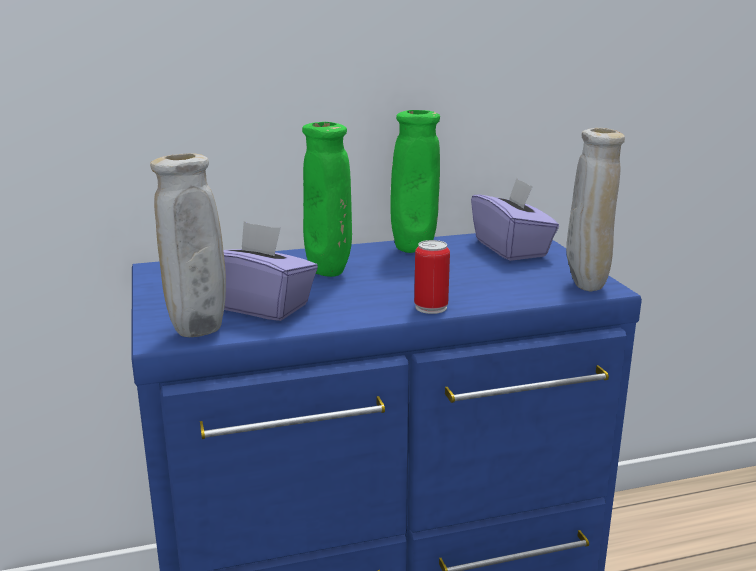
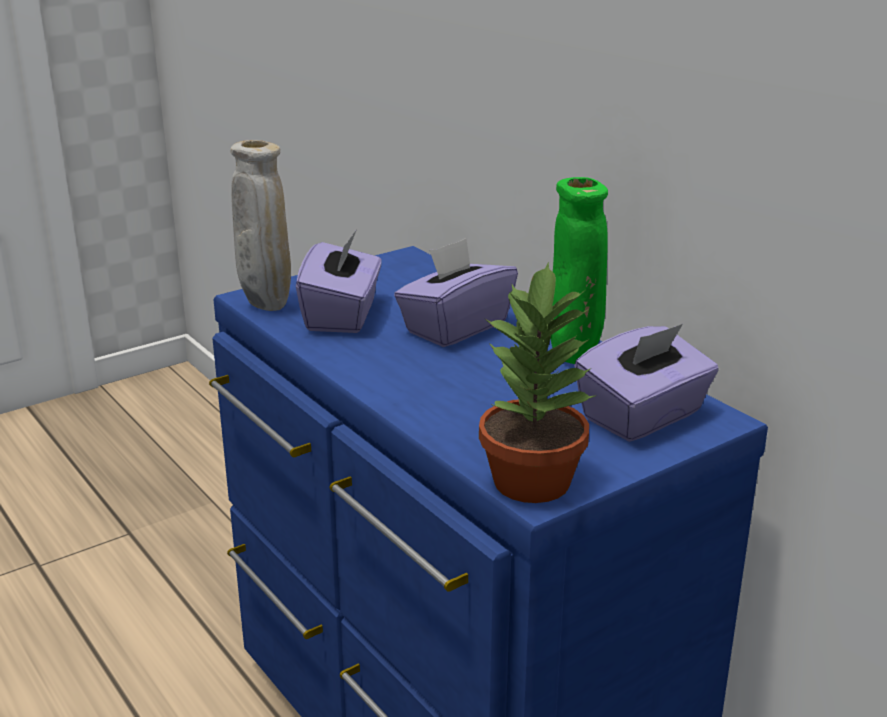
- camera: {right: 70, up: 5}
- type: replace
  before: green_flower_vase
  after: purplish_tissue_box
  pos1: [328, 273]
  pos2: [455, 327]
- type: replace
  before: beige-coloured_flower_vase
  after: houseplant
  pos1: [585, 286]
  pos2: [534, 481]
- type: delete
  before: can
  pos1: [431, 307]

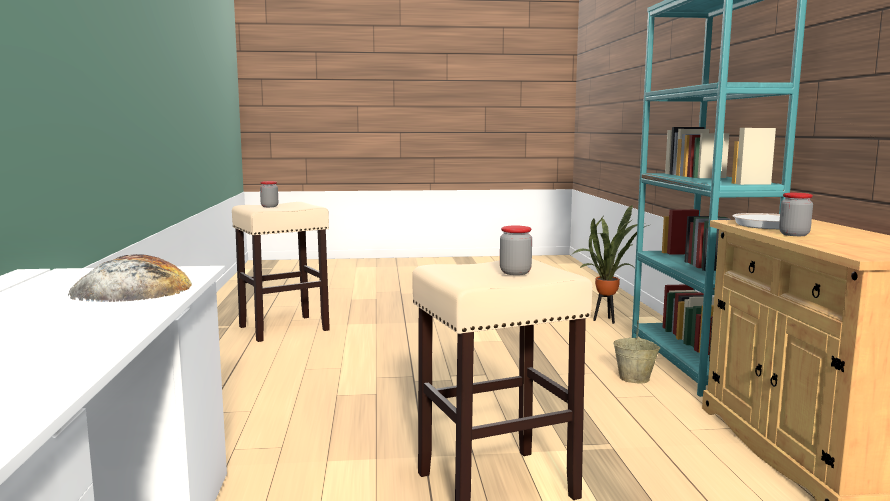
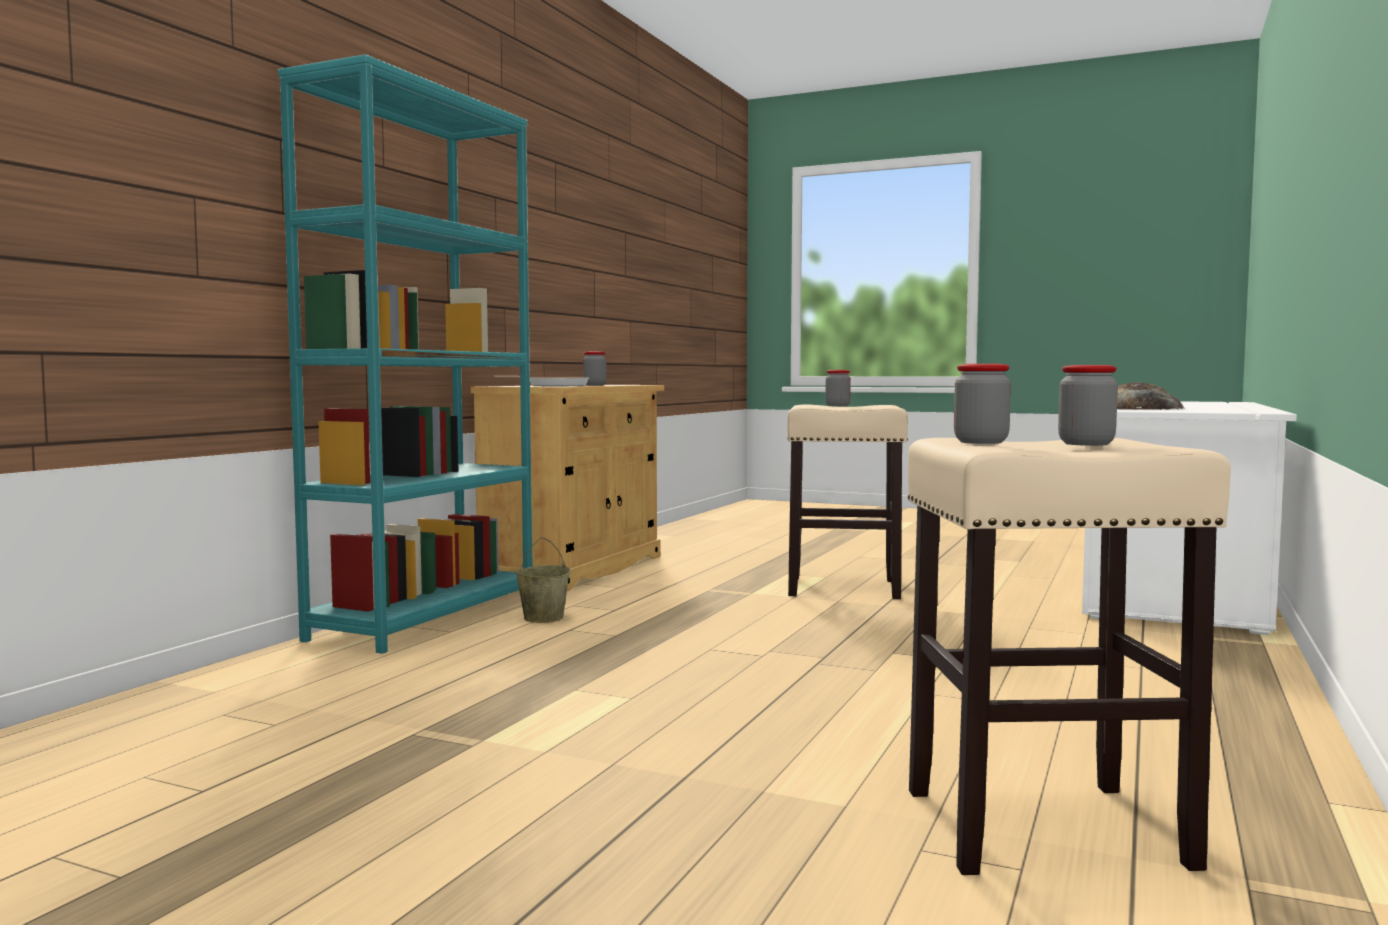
- camera: {right: -150, up: -5}
- type: insert
  after: storage_jar
  pos2: [981, 442]
- type: delete
  before: houseplant
  pos1: [606, 320]

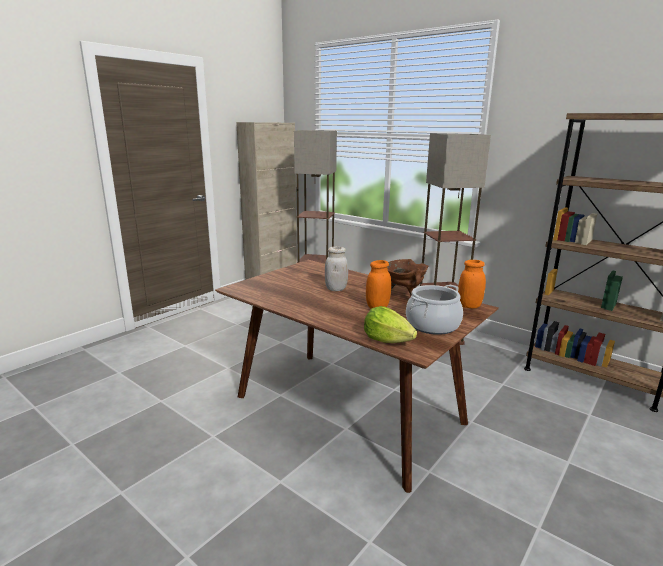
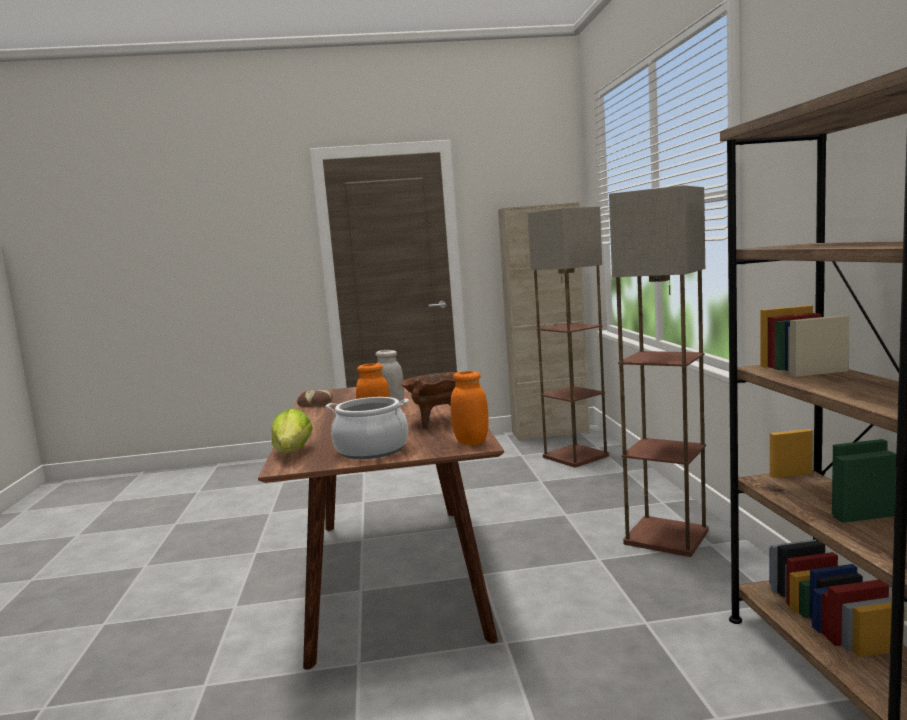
- camera: {right: 45, up: -10}
- type: insert
  after: baked_bread
  pos2: [316, 403]

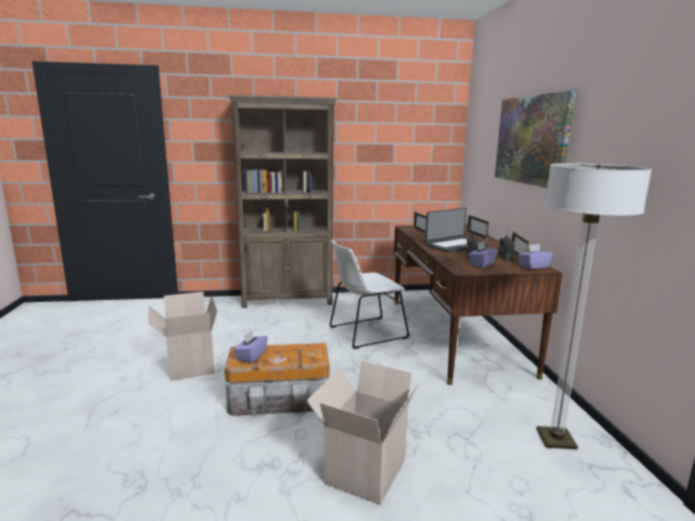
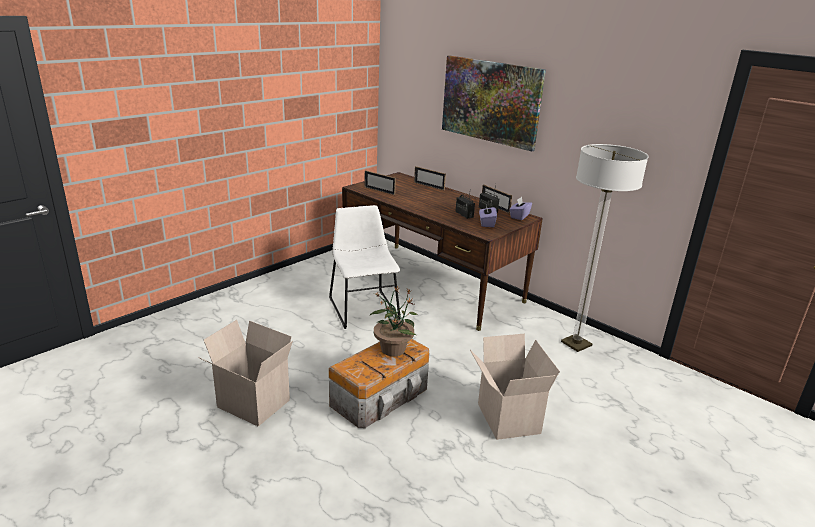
- camera: {right: -40, up: 10}
- type: rotate
  before: white_plain_chair
  pos1: [365, 333]
  pos2: [363, 307]
  turn: 135
- type: insert
  after: houseplant
  pos2: [393, 349]
- type: delete
  before: brownish_bookshelf
  pos1: [288, 300]
- type: delete
  before: purplish_tissue_box
  pos1: [251, 356]
- type: delete
  before: portable_computer
  pos1: [455, 245]

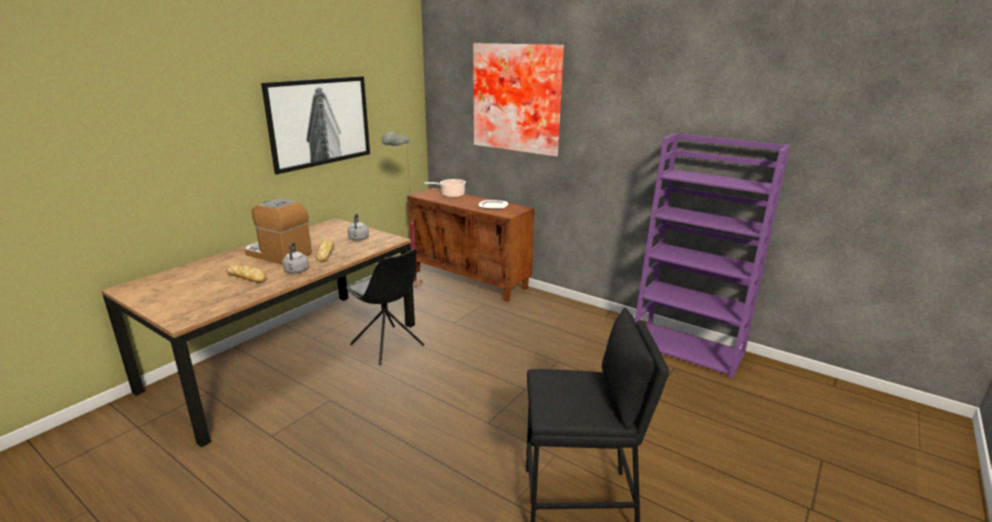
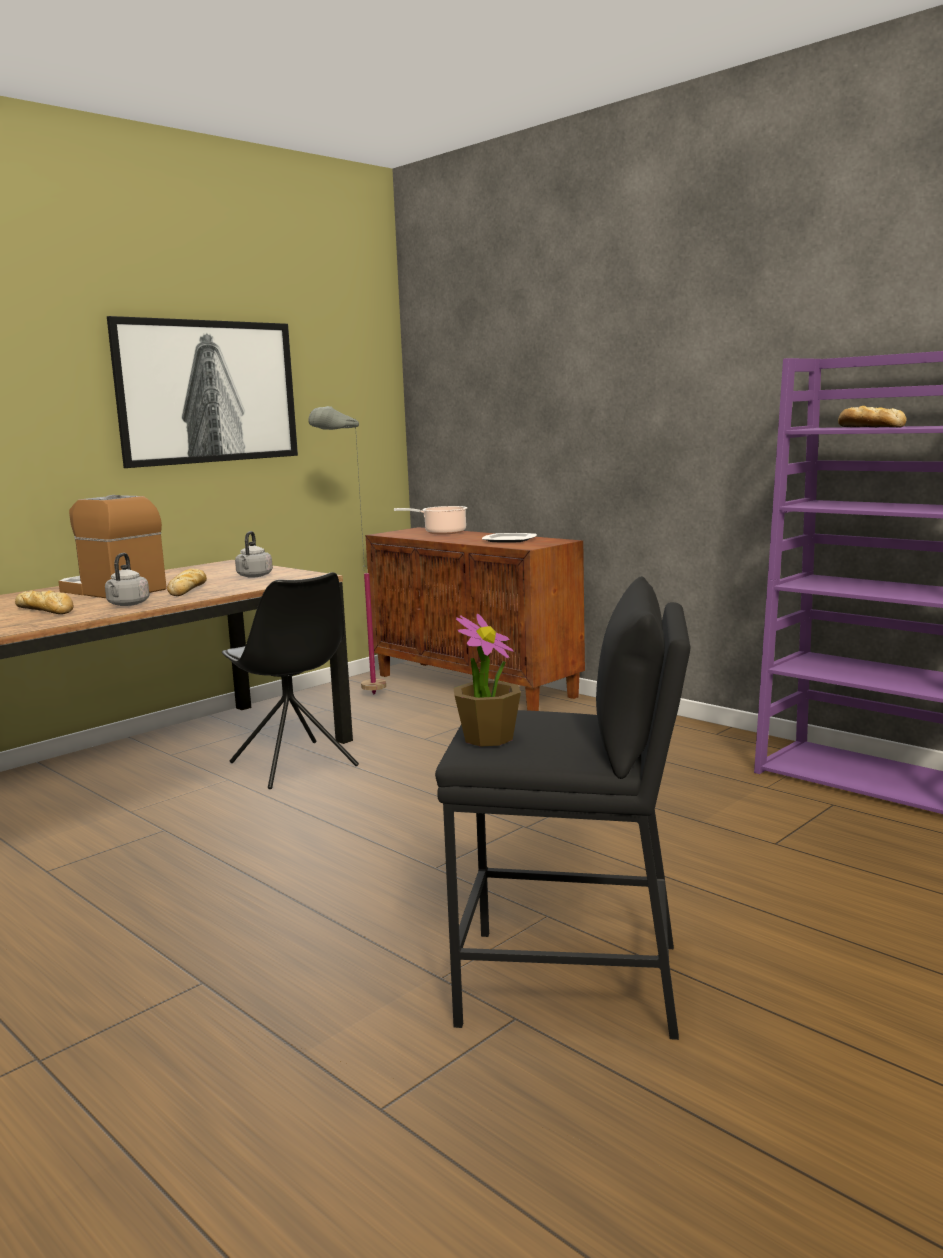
- camera: {right: 10, up: -10}
- type: insert
  after: houseplant
  pos2: [488, 738]
- type: insert
  after: baked_bread
  pos2: [869, 427]
- type: delete
  before: wall_picture
  pos1: [518, 98]

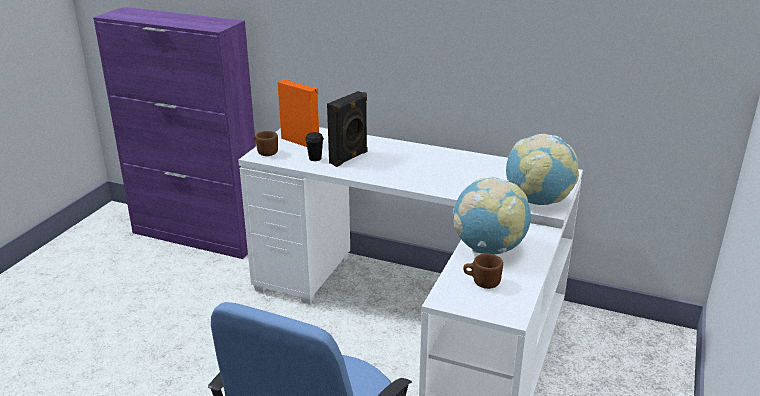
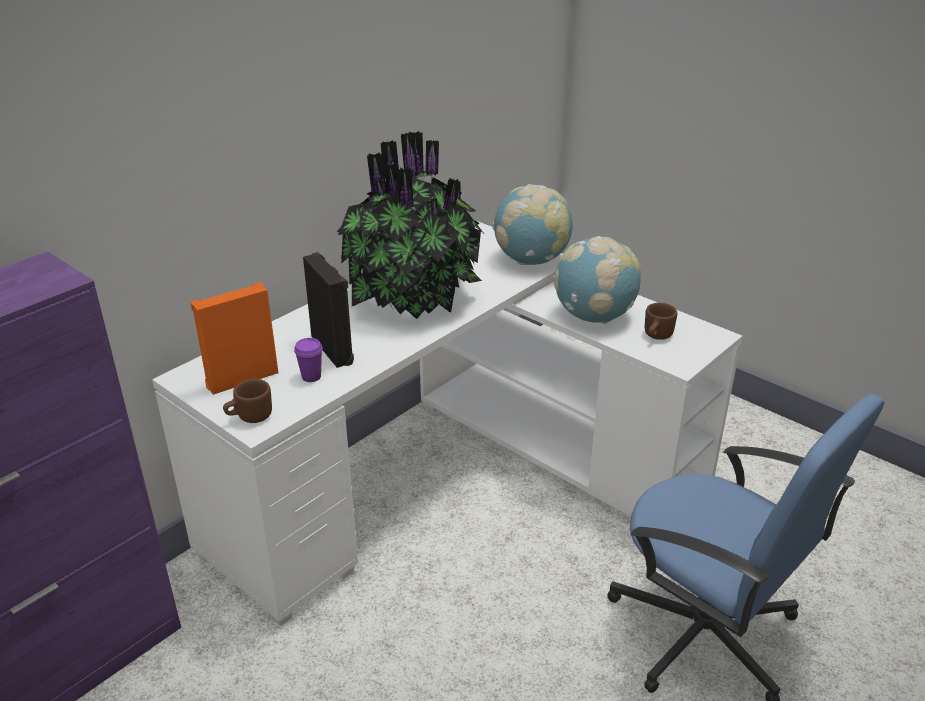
- camera: {right: -70, up: 5}
- type: recolor
  before: blackish_drinking_cup
  after: purplish_drinking_cup
  pos1: [315, 158]
  pos2: [311, 377]
- type: insert
  after: houseplant
  pos2: [412, 297]

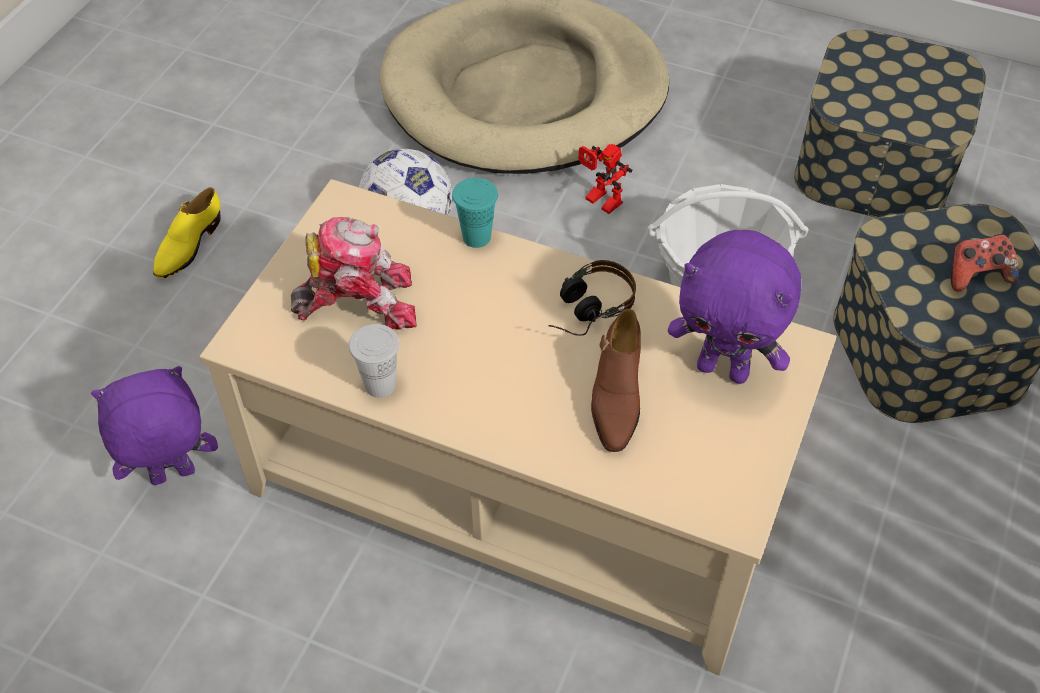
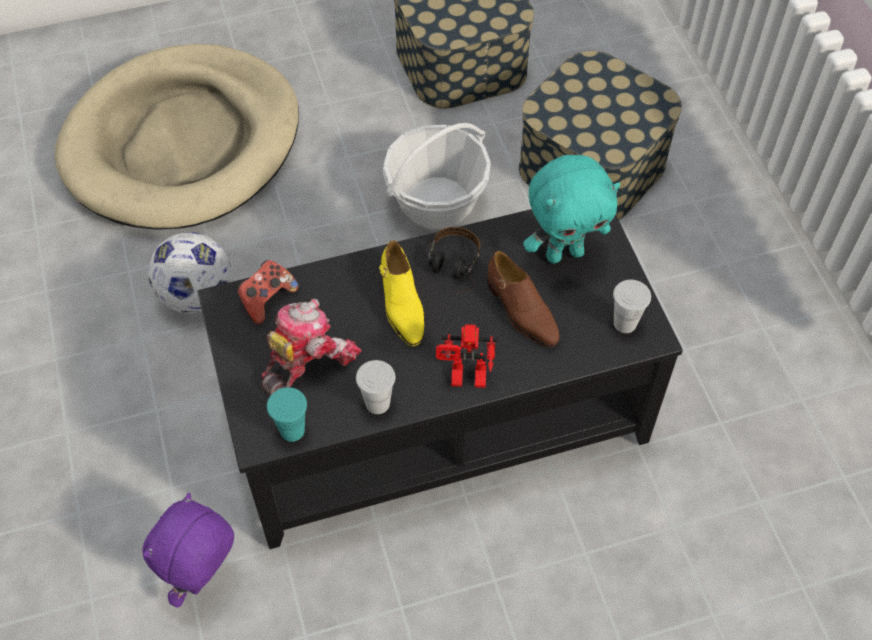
- camera: {right: -40, up: 5}
- type: recolor
  before: beige-coloured_coffee_table
  after: blackish_coffee_table
  pos1: [522, 480]
  pos2: [435, 412]
- type: move
  before: game_controller
  pos1: [976, 275]
  pos2: [267, 299]
- type: move
  before: turquoise_drinking_cup
  pos1: [476, 237]
  pos2: [292, 430]
- type: move
  before: yellow-coloured_shoe
  pos1: [188, 246]
  pos2: [401, 305]
- type: move
  before: toy_robot
  pos1: [599, 202]
  pos2: [465, 380]
- type: recolor
  before: purplish_plush_toy
  after: turquoise_plush_toy
  pos1: [724, 369]
  pos2: [564, 253]
- type: insert
  after: white_drinking_cup
  pos2: [625, 323]

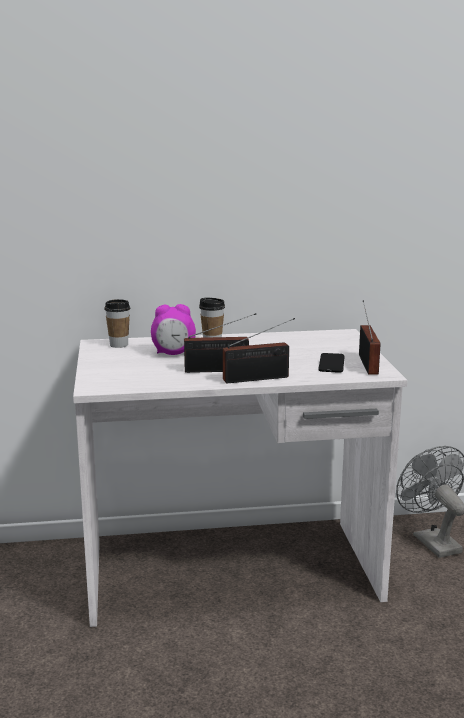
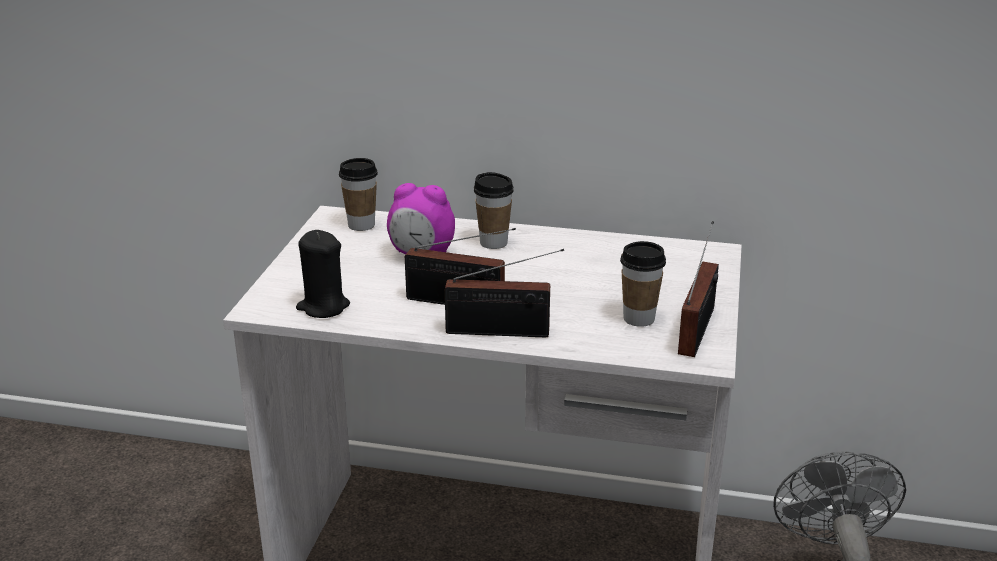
- camera: {right: 20, up: 10}
- type: insert
  after: blackish_wax_candle
  pos2: [323, 307]
- type: replace
  before: handset
  after: drinking_cup
  pos1: [331, 363]
  pos2: [639, 318]

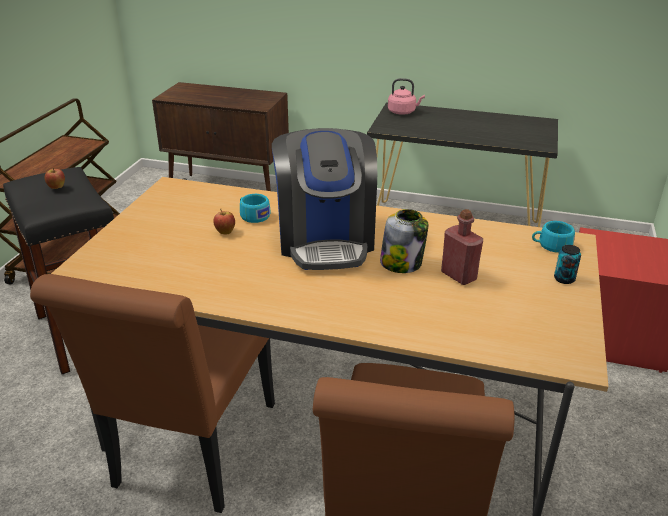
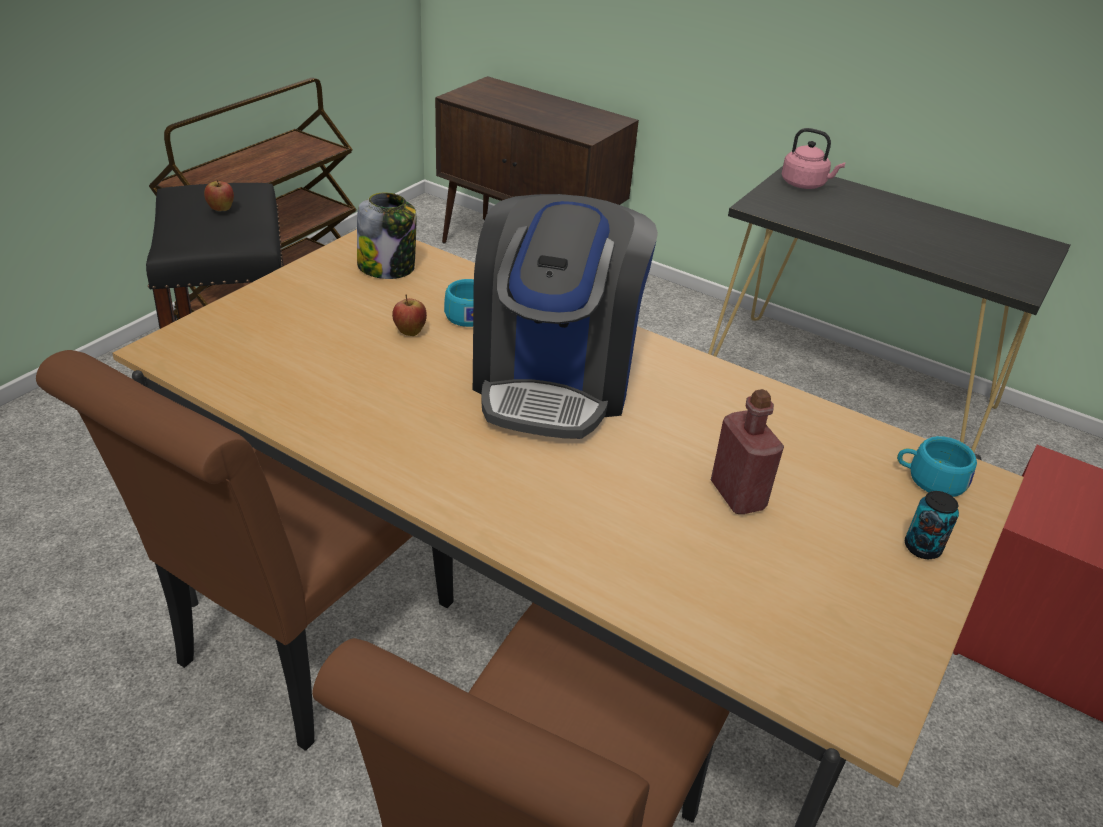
- camera: {right: 15, up: 5}
- type: move
  before: storage_jar
  pos1: [402, 263]
  pos2: [388, 267]

